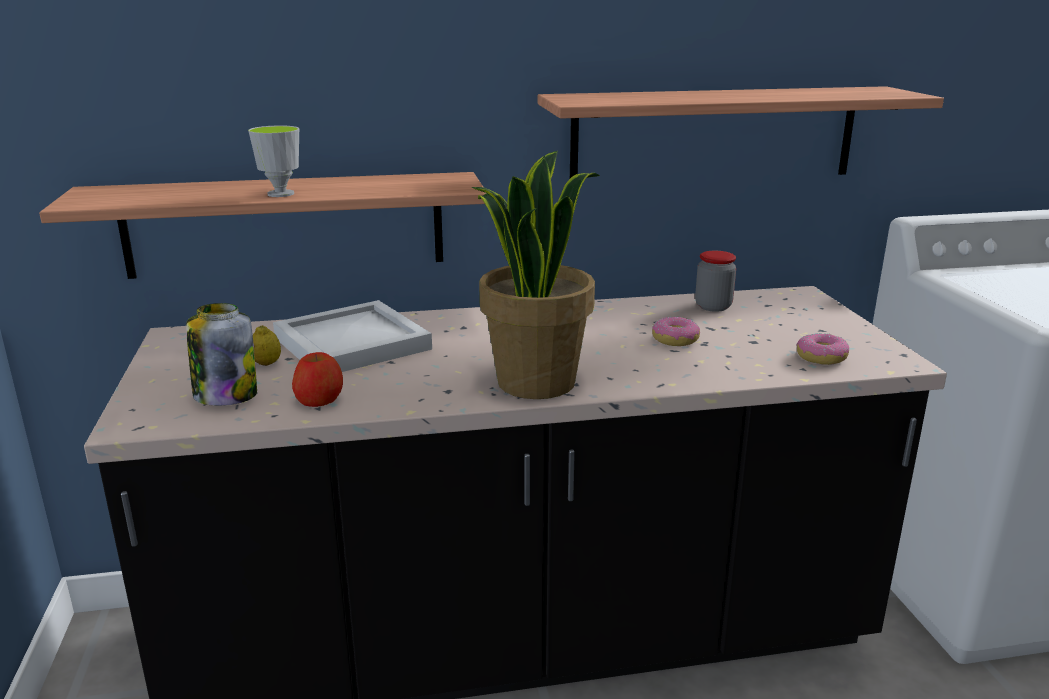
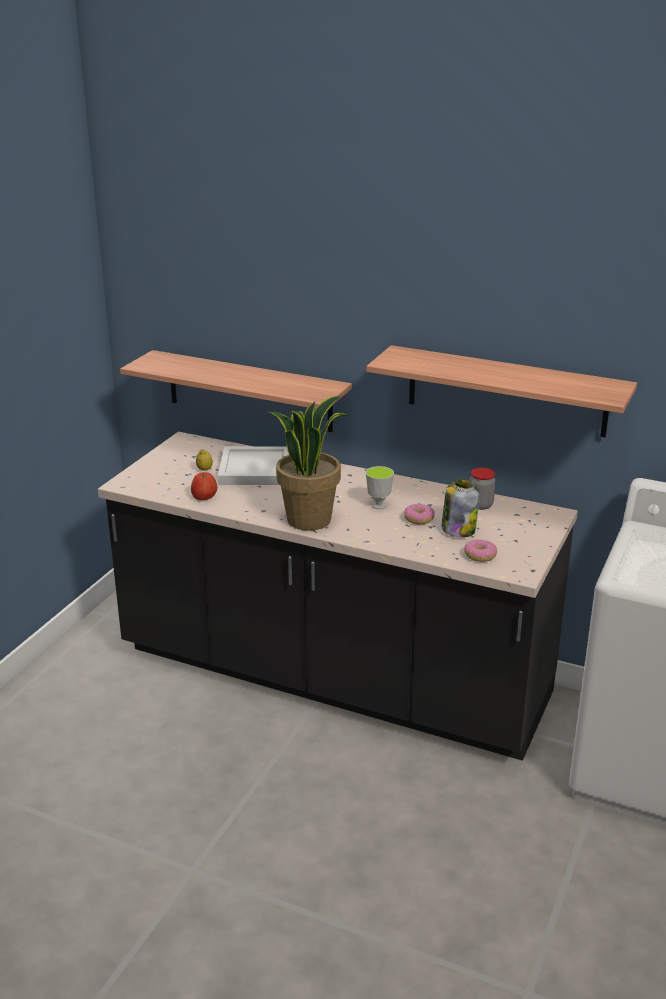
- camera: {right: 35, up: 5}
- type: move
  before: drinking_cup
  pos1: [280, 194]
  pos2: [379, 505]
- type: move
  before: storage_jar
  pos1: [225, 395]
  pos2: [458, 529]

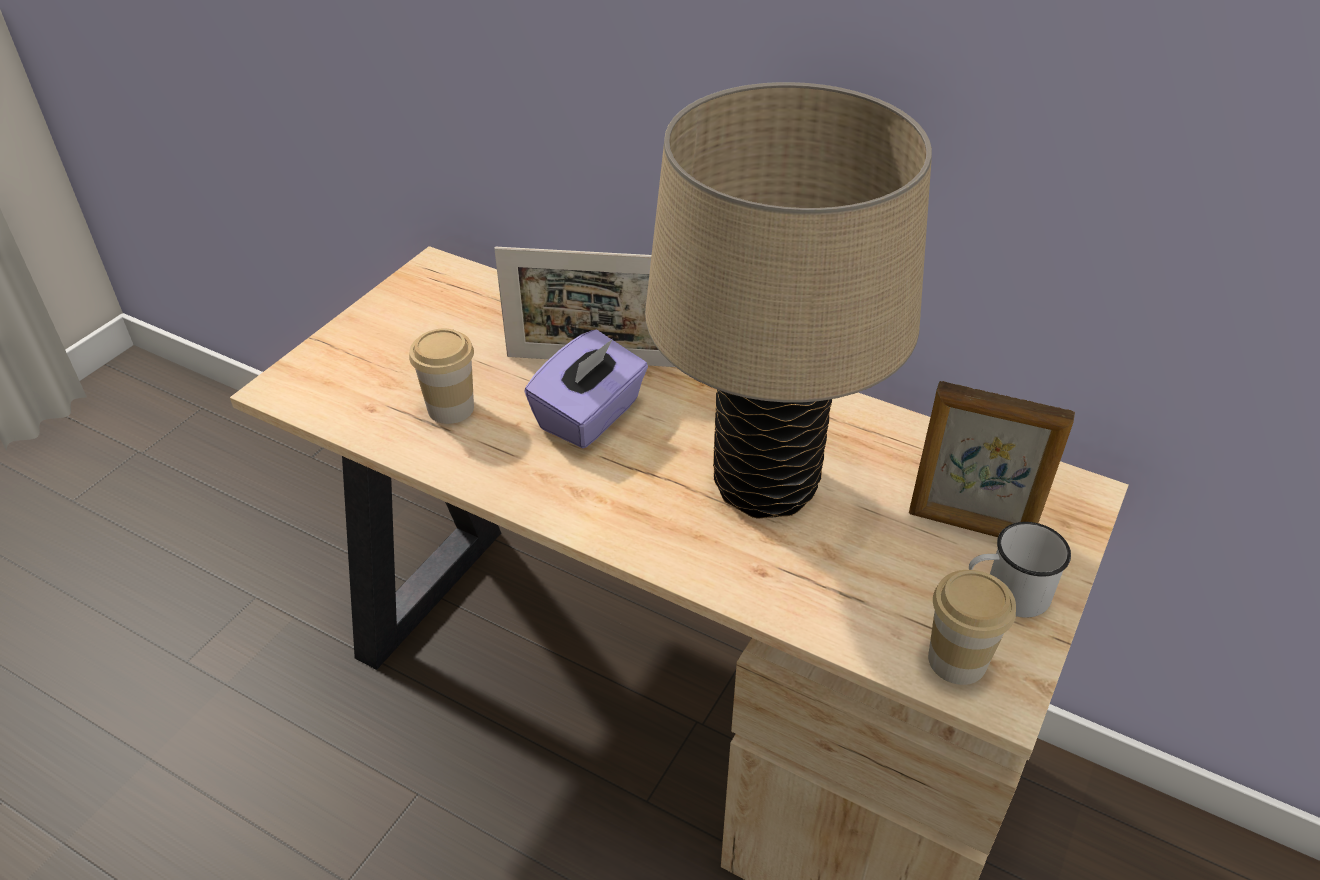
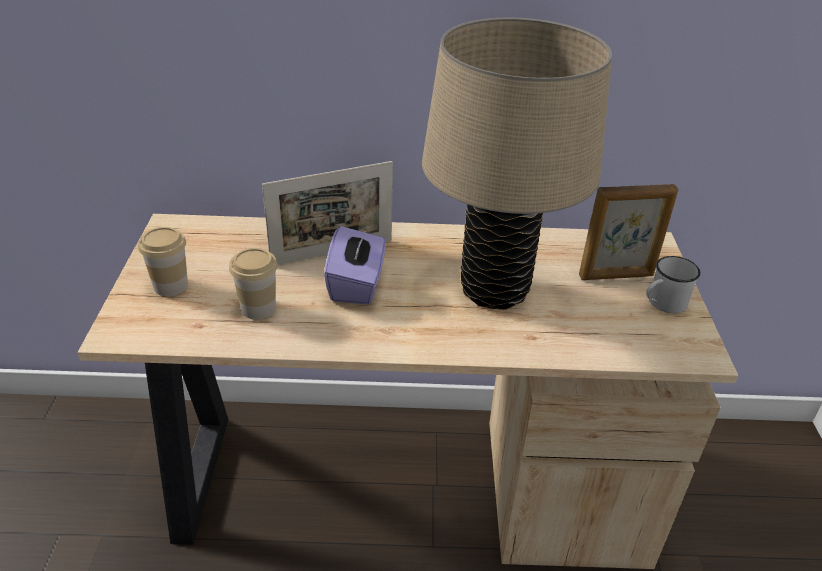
- camera: {right: -30, up: -5}
- type: move
  before: drinking_cup
  pos1: [957, 660]
  pos2: [170, 286]

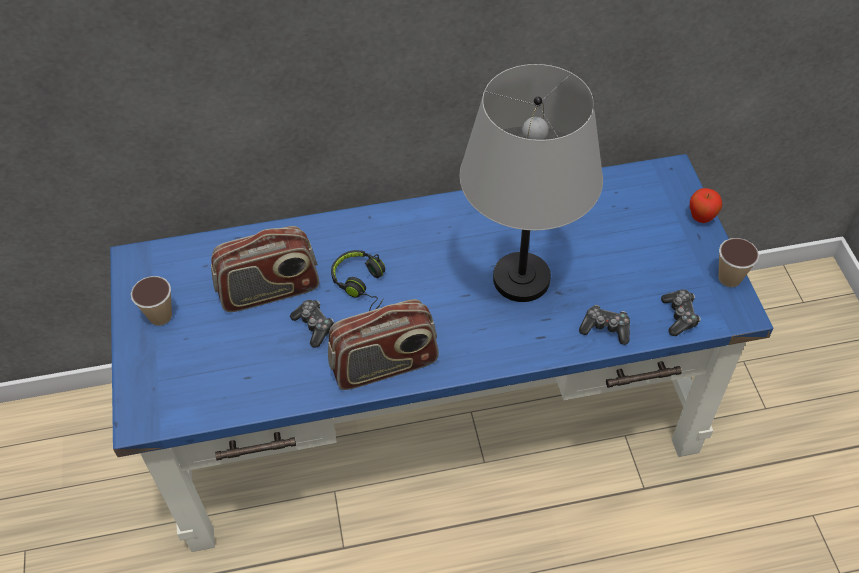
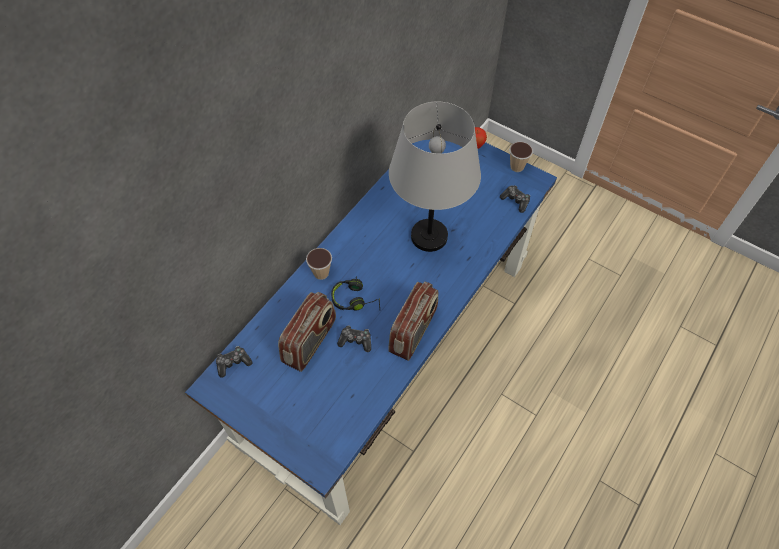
- camera: {right: -45, up: 5}
- type: move
  before: game_controller
  pos1: [605, 328]
  pos2: [233, 363]
- type: move
  before: drinking_cup
  pos1: [160, 316]
  pos2: [321, 273]

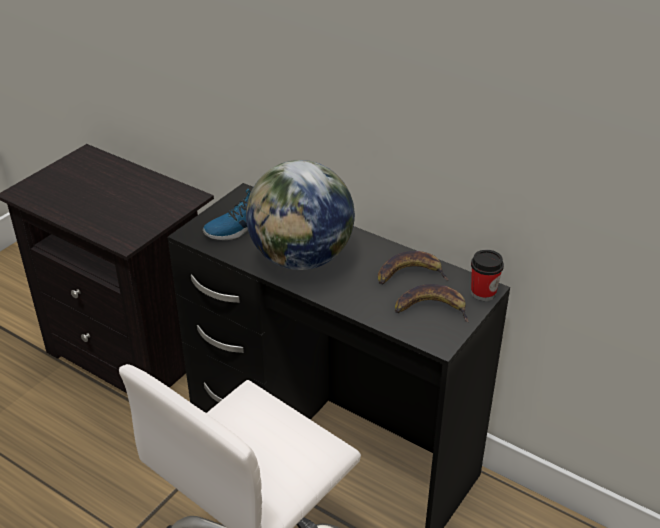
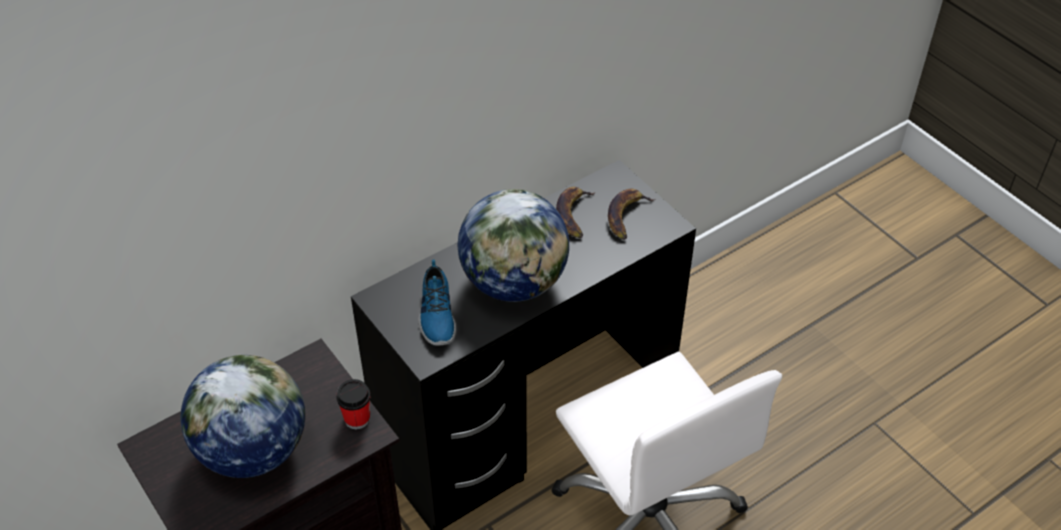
- camera: {right: -70, up: 10}
- type: insert
  after: desk_globe
  pos2: [252, 450]
- type: move
  before: drinking_cup
  pos1: [483, 293]
  pos2: [357, 418]

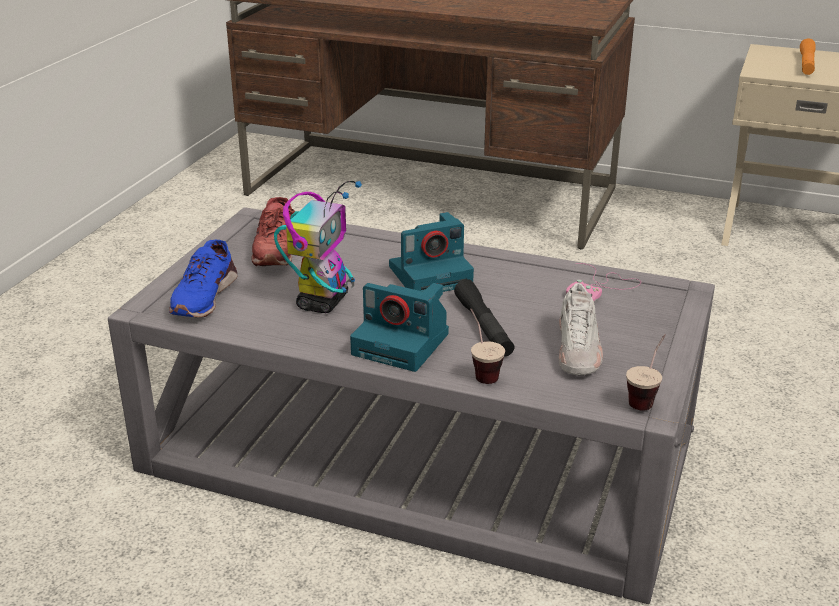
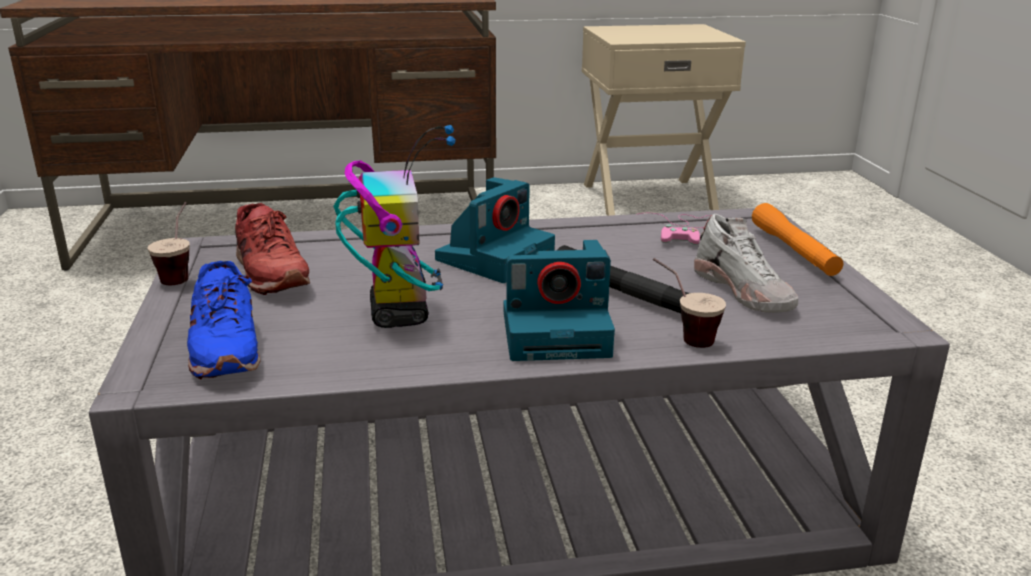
- camera: {right: -30, up: -5}
- type: move
  before: drinking_cup
  pos1: [646, 397]
  pos2: [181, 274]
- type: move
  before: orange-coloured_torch
  pos1: [806, 64]
  pos2: [794, 250]

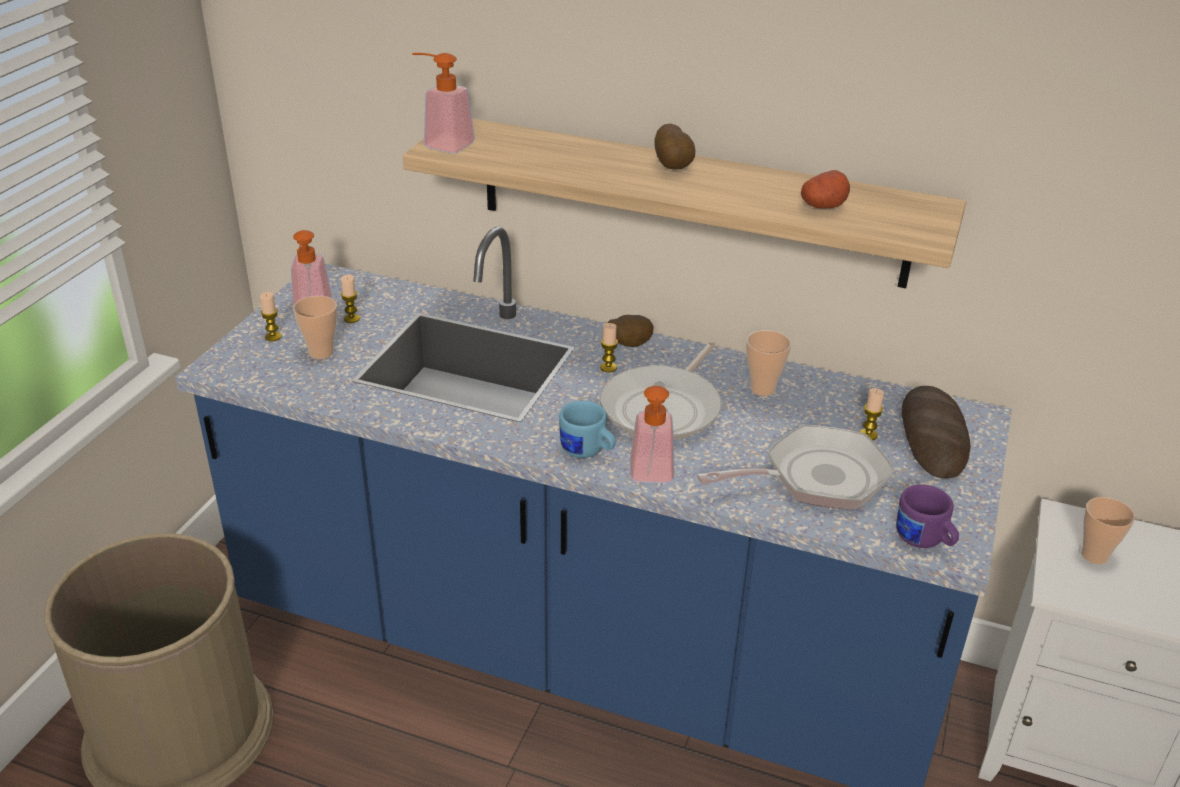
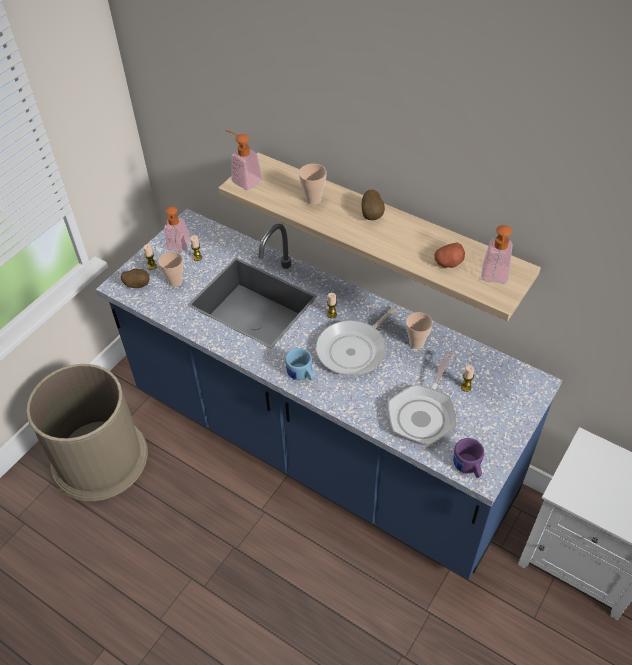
- camera: {right: 15, up: 15}
- type: move
  before: spud
  pos1: [628, 344]
  pos2: [137, 285]
- type: move
  before: drinking_cup
  pos1: [1094, 555]
  pos2: [313, 199]
- type: rotate
  before: pan
  pos1: [816, 478]
  pos2: [423, 414]
  turn: 120
- type: move
  before: soap_dispenser
  pos1: [652, 477]
  pos2: [494, 278]
- type: delete
  before: baked_bread
  pos1: [932, 437]

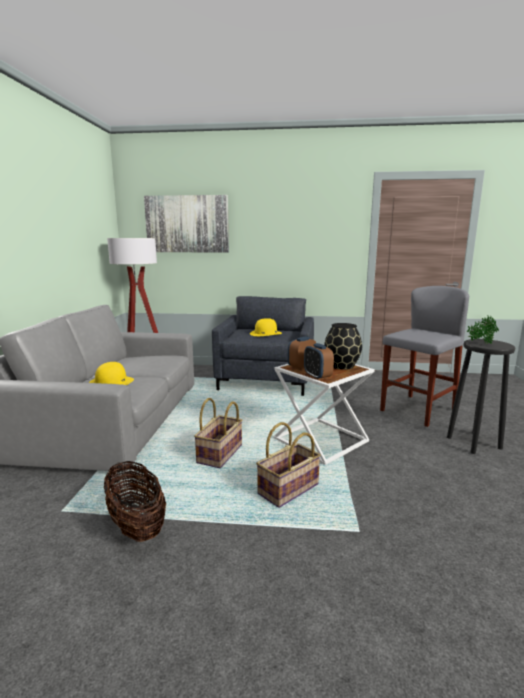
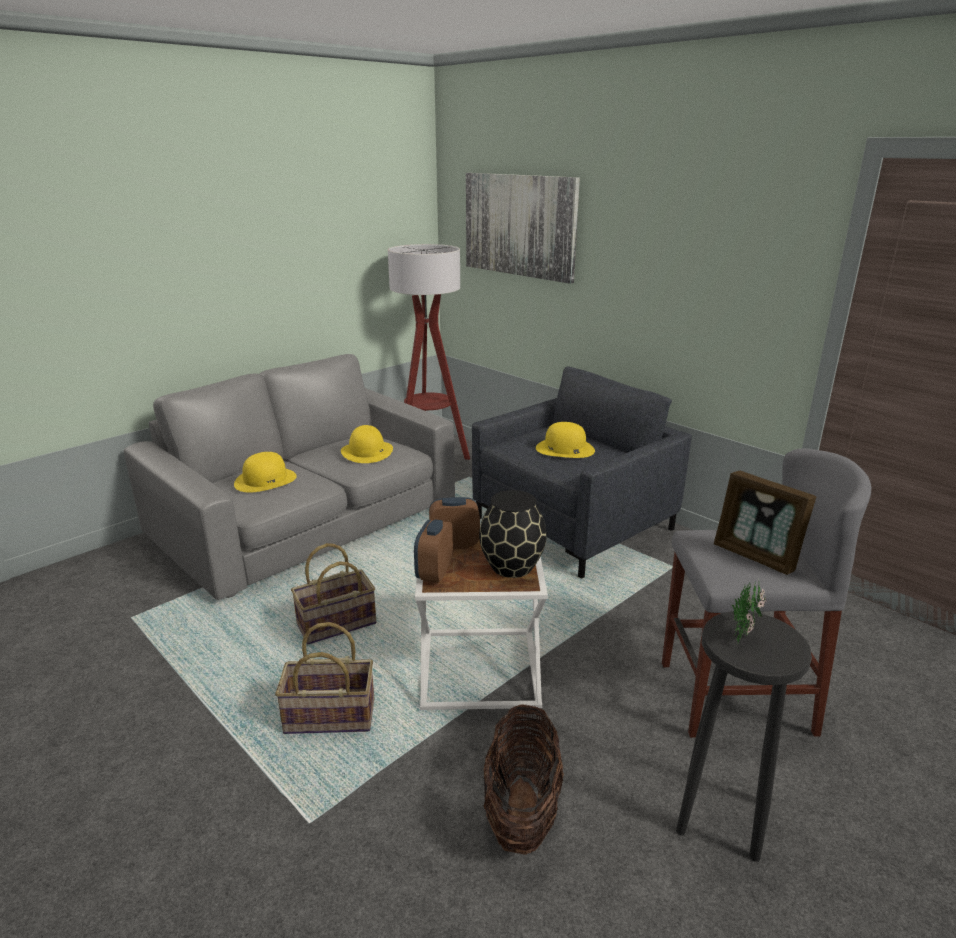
- camera: {right: 40, up: 10}
- type: insert
  after: yellow-coloured_hat
  pos2: [367, 451]
- type: move
  before: household_basket
  pos1: [136, 525]
  pos2: [521, 809]
- type: insert
  after: picture_frame
  pos2: [756, 556]

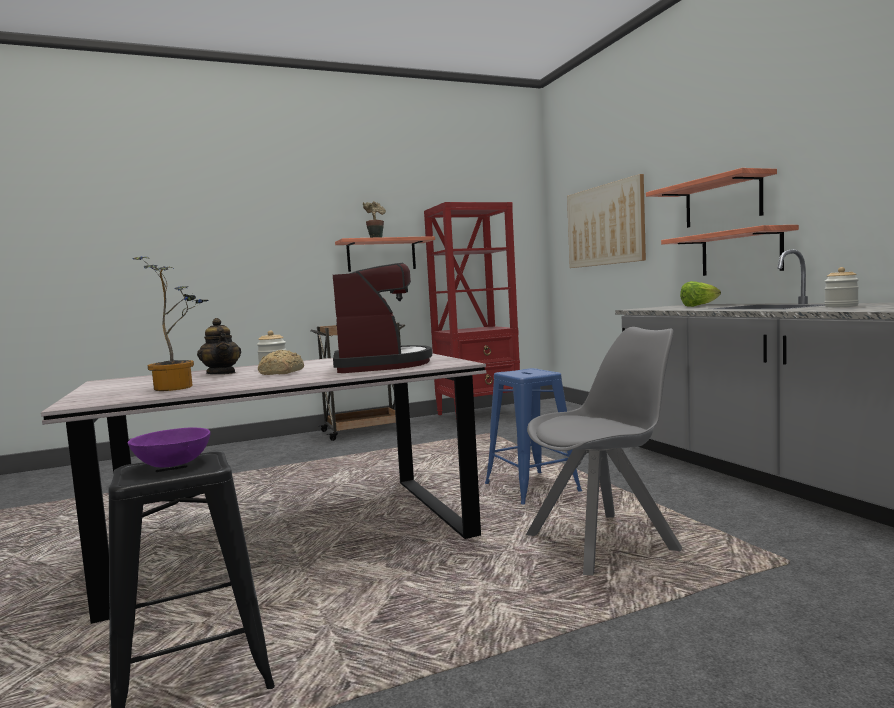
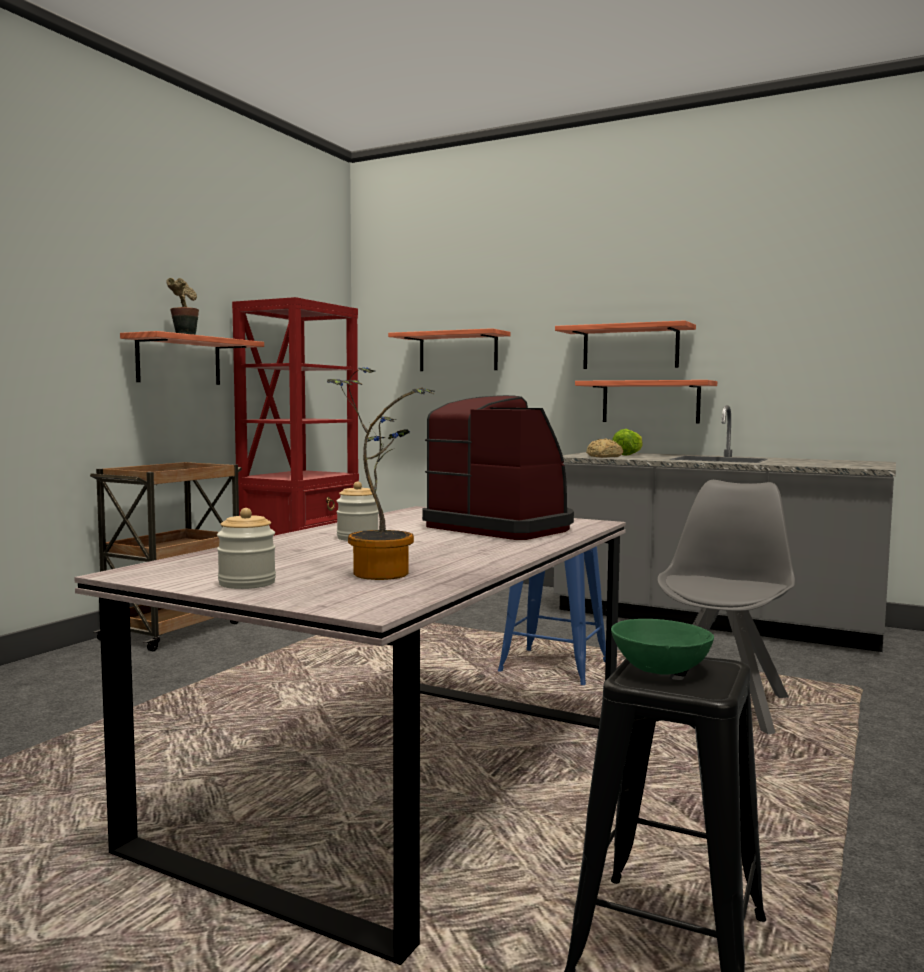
- camera: {right: -40, up: 0}
- type: move
  before: storage_jar
  pos1: [841, 306]
  pos2: [247, 583]
- type: replace
  before: wall_picture
  after: wall_shelf
  pos1: [604, 225]
  pos2: [458, 352]
- type: move
  before: baked_bread
  pos1: [280, 373]
  pos2: [604, 457]
- type: recolor
  before: purplish_serving_bowl
  after: green_serving_bowl
  pos1: [172, 463]
  pos2: [659, 668]
- type: delete
  before: tea_pot
  pos1: [221, 373]

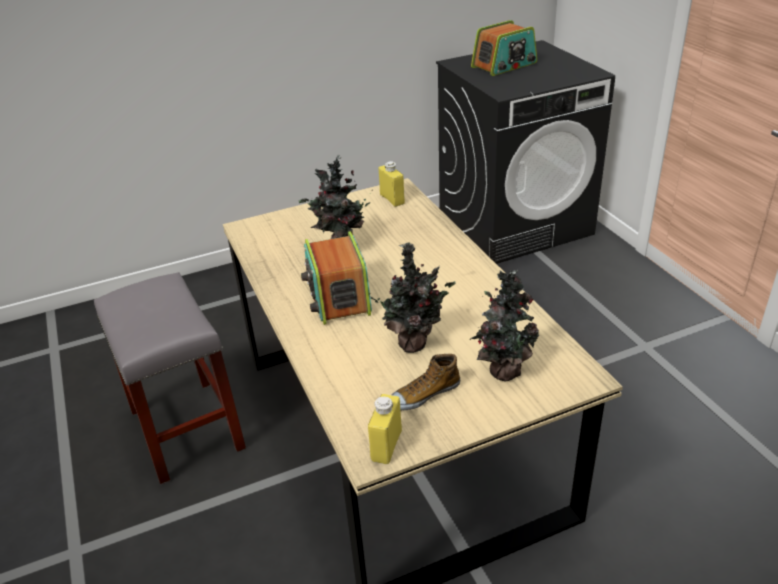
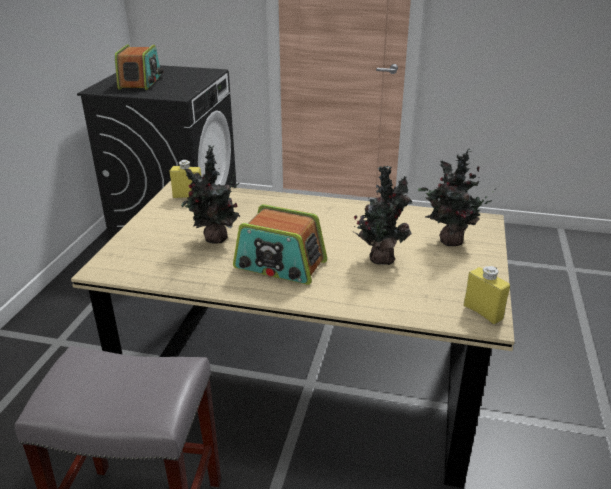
- camera: {right: -55, up: -5}
- type: delete
  before: shoe
  pos1: [424, 394]

